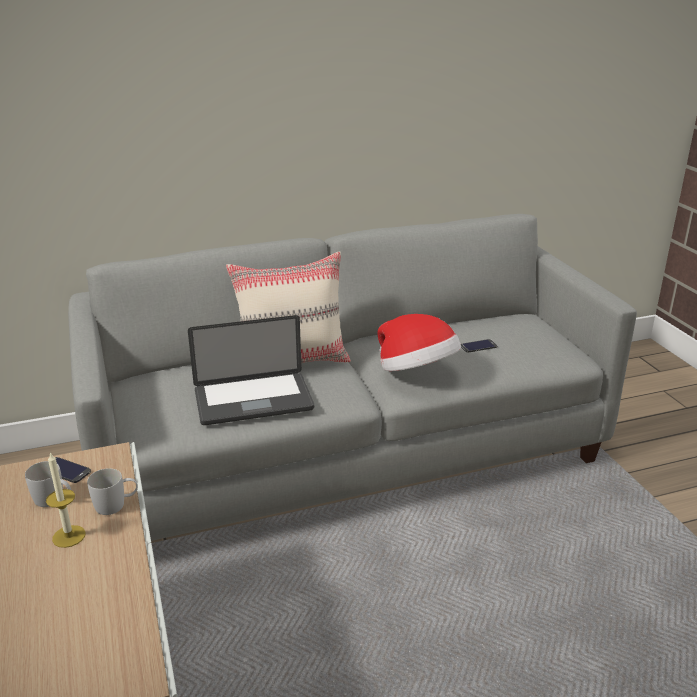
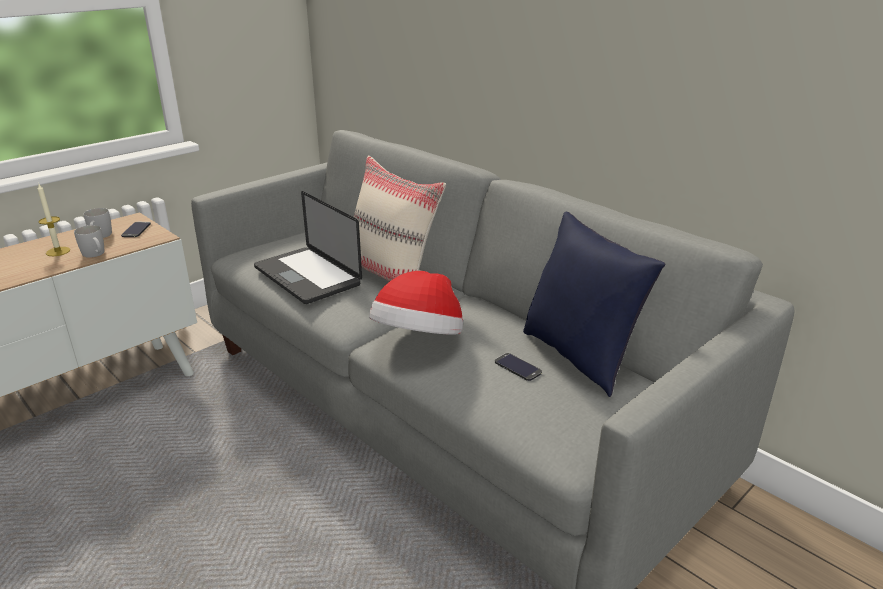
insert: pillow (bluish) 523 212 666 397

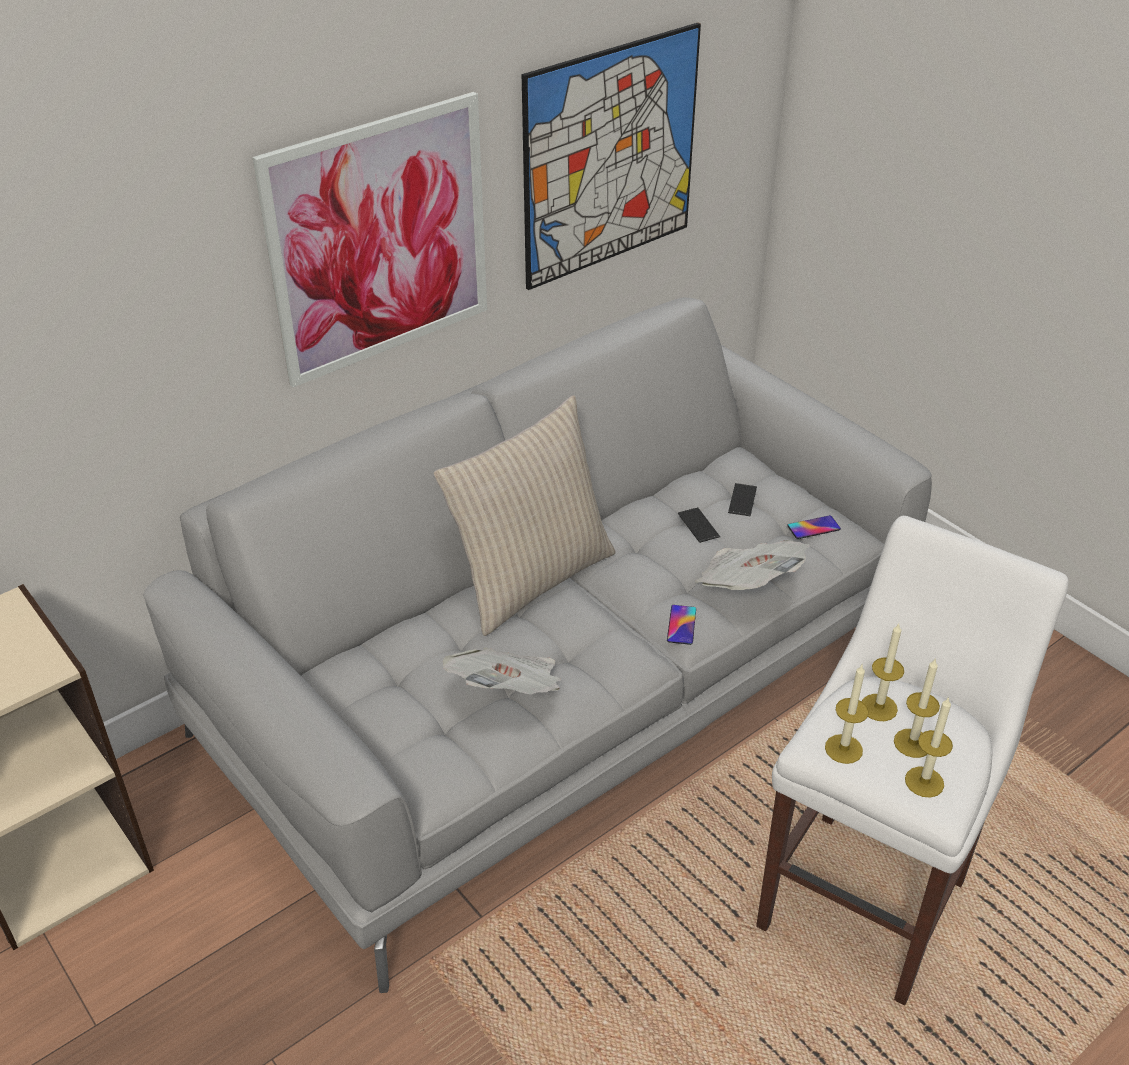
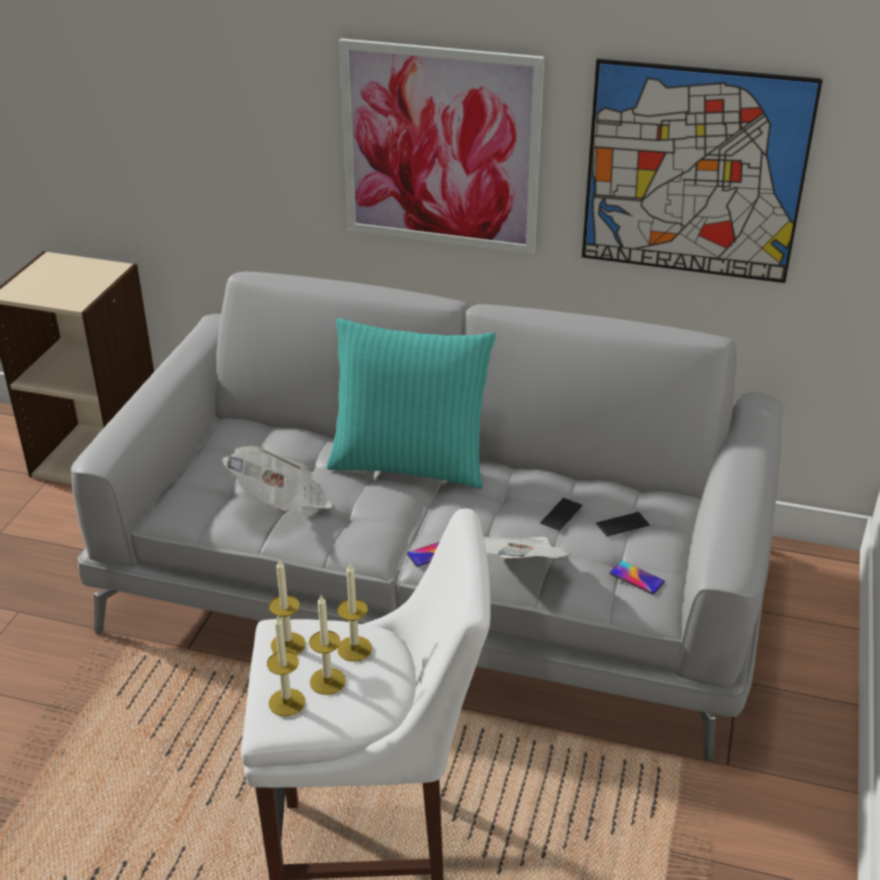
recolor: pillow (sand-coloured) 433 395 616 636 to pillow (turquoise) 327 318 496 489

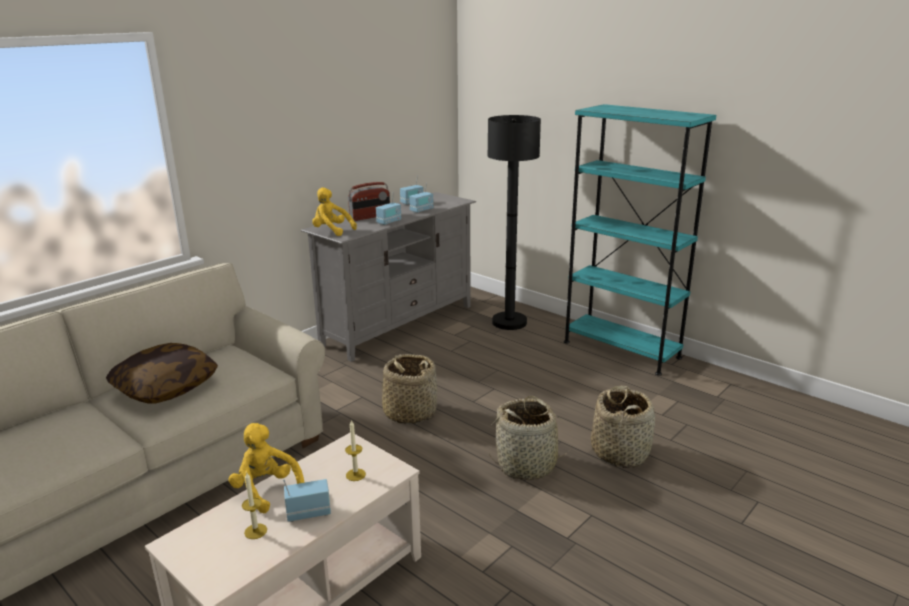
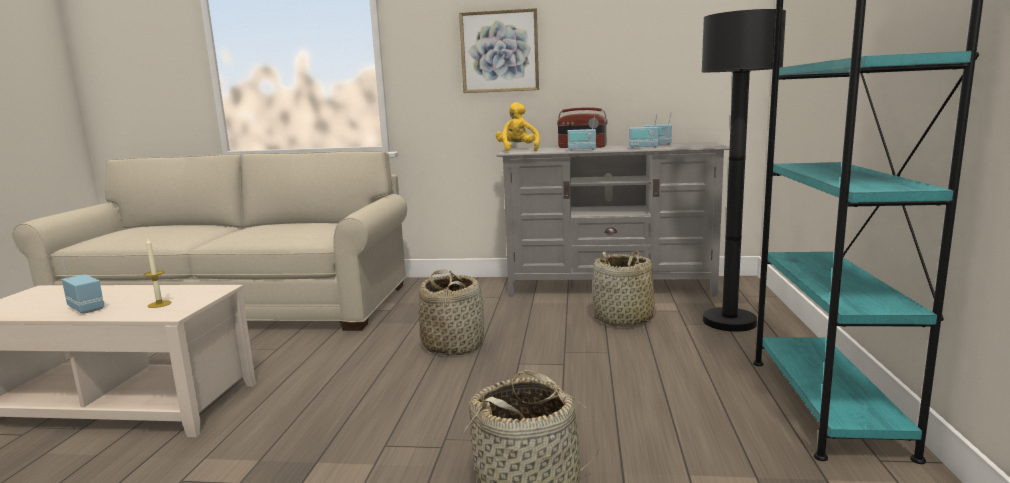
delete: pillow 106 343 218 404; plush toy (yellowish) 228 423 305 513; candle 242 473 267 539
insert: wall art 459 8 539 93
move: storage basket 489 396 573 480 to 592 250 656 327

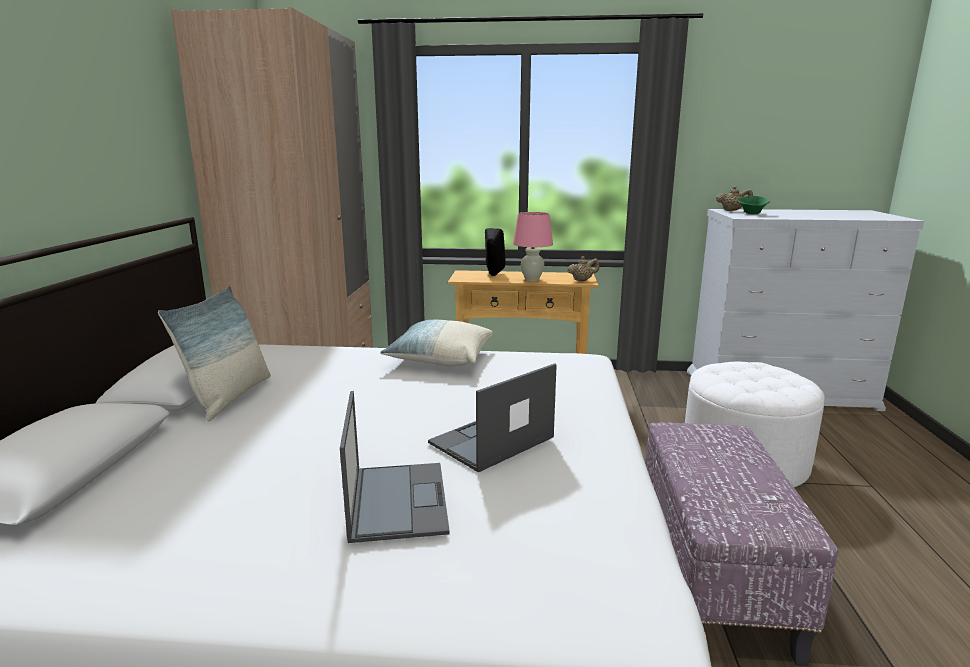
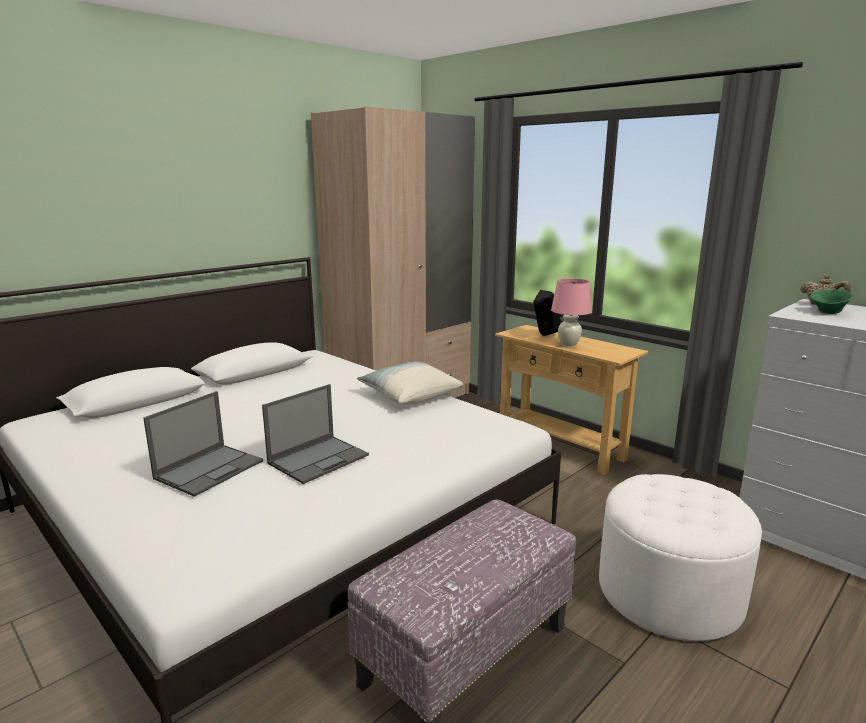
delete: pot for tea (sand-coloured) 567 256 600 281; pillow 158 286 271 421
rotate: notebook computer 428 363 557 473 = 262 384 369 484 135 degrees clockwise

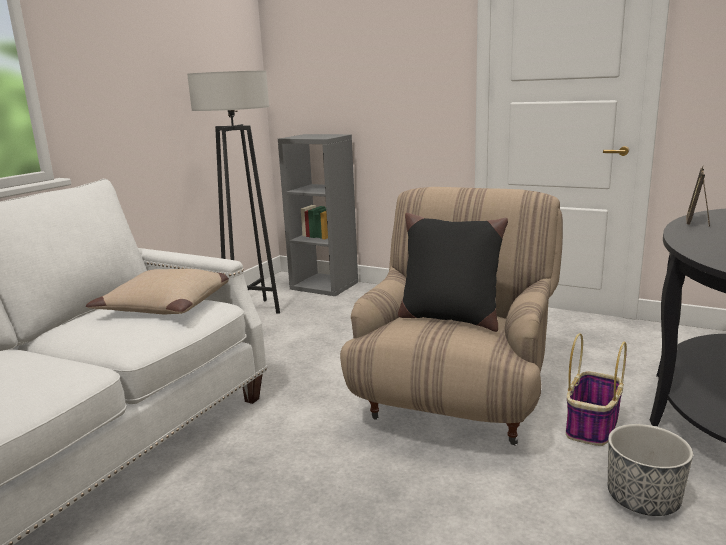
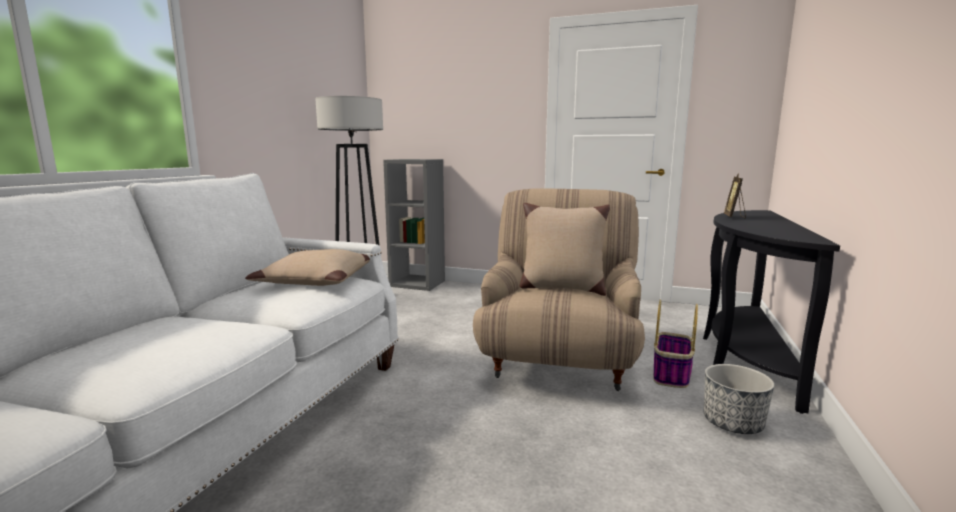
recolor: pillow (black) 398 213 508 332 to pillow (sand-coloured) 520 203 610 296

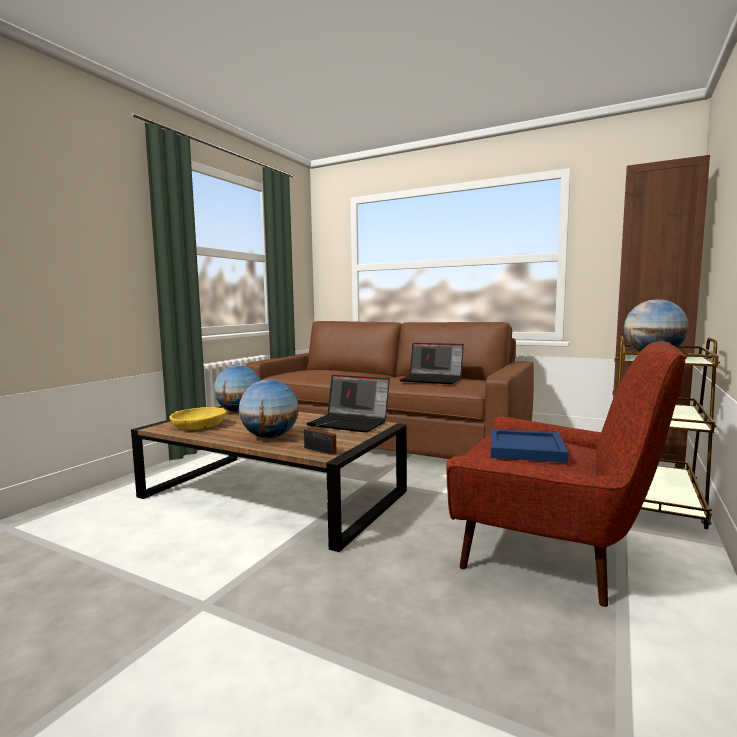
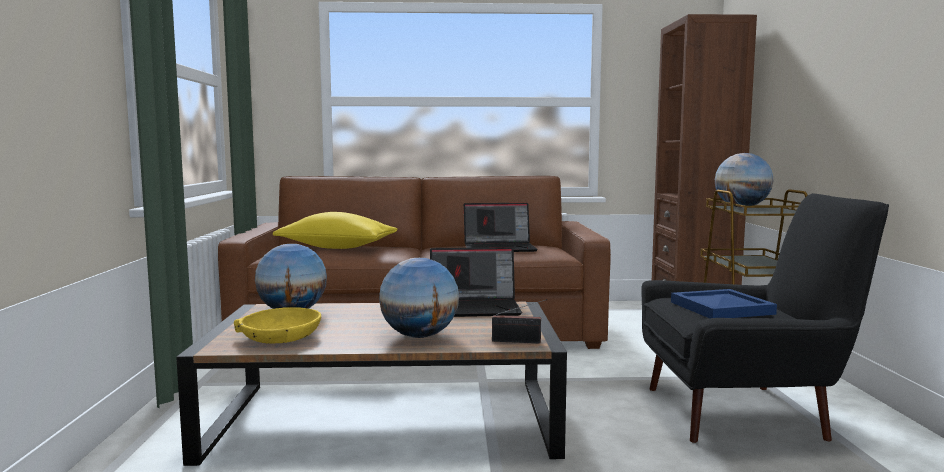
insert: pillow (yellowish) 272 212 397 249
recolor: armchair (red-coloured) 446 341 687 607 to armchair (black) 641 193 889 443

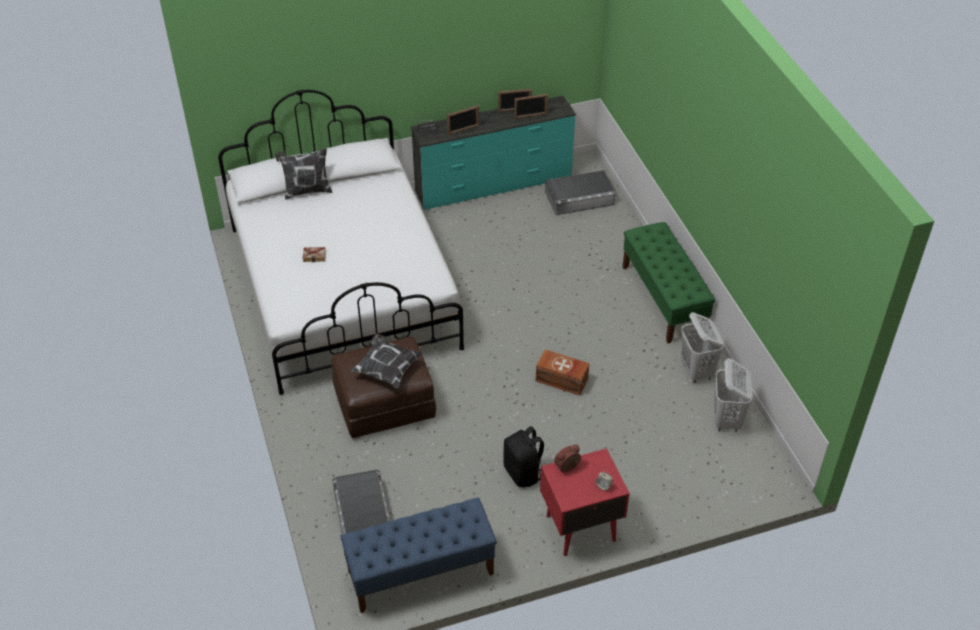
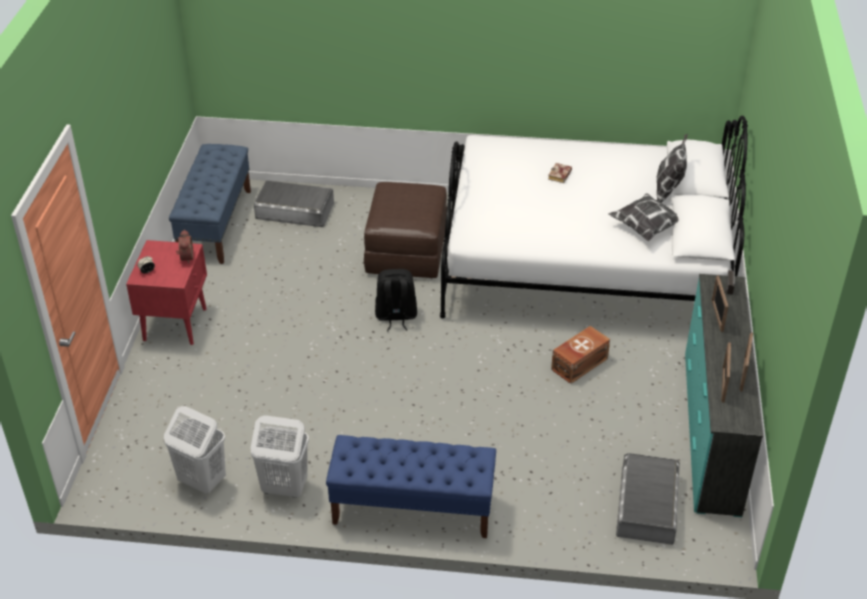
move: pillow 351 334 423 389 to 608 193 678 241; storage bin (brownish) 536 349 589 395 to 551 326 610 384; knapsack (black) 503 426 544 487 to 375 269 417 331
recolor: long seat (green-coloured) 623 222 715 343 to long seat (bluish) 326 435 496 538

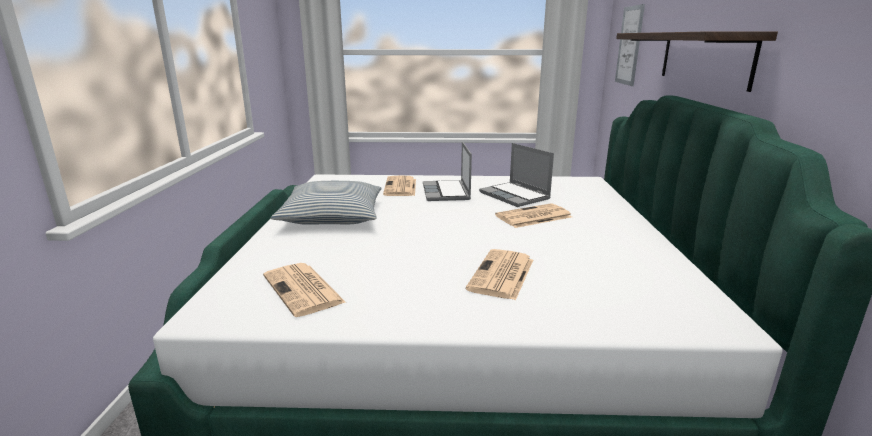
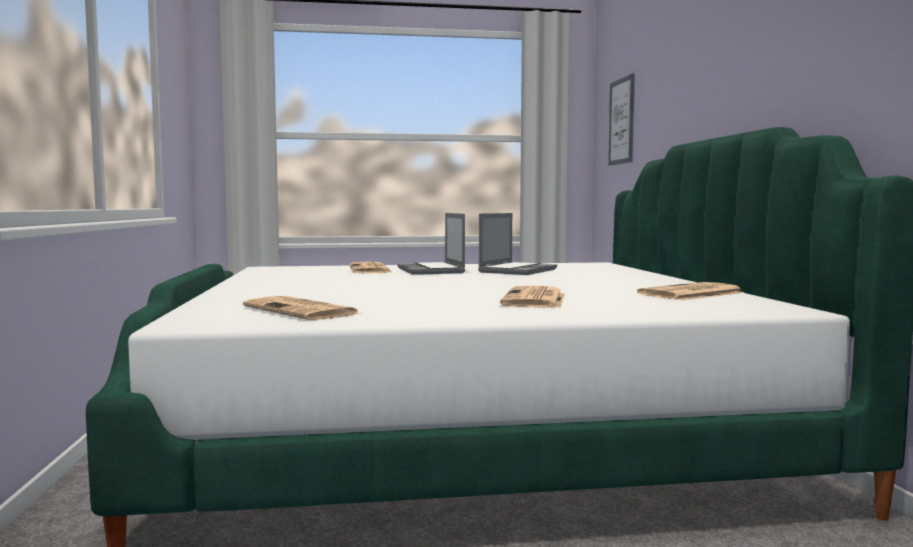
delete: bracket shelf 616 31 778 92; pillow 271 181 381 225
move: daily paper 495 203 572 228 to 637 282 744 300
rotate: notebook computer 479 143 554 207 = 478 213 557 275 105 degrees counterclockwise

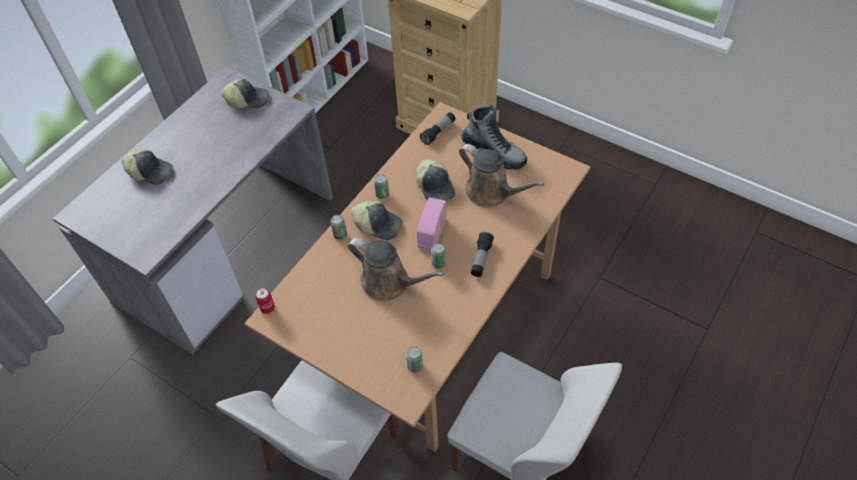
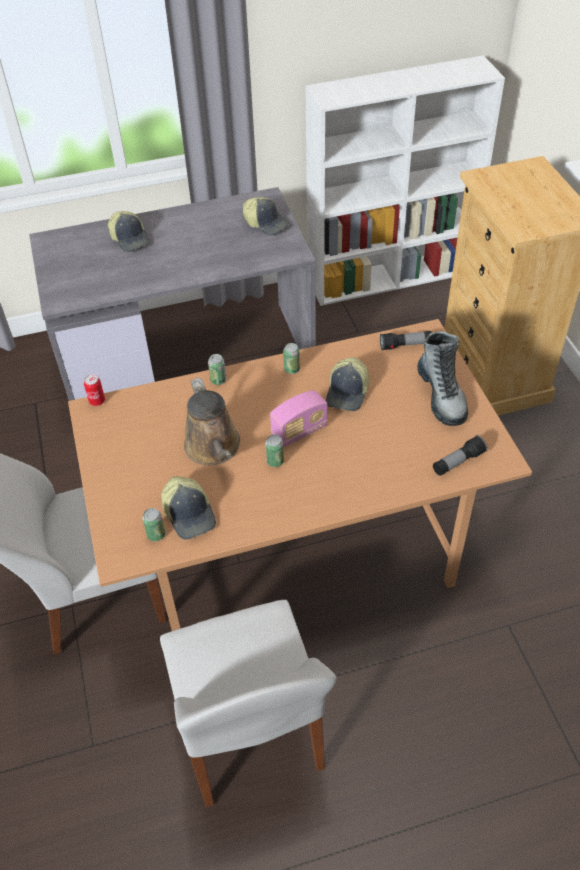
delete: watering can (brownish) 459 144 544 207
move: peaked cap 351 201 403 240 to 161 476 216 540; hand torch 471 232 494 277 to 433 435 487 476

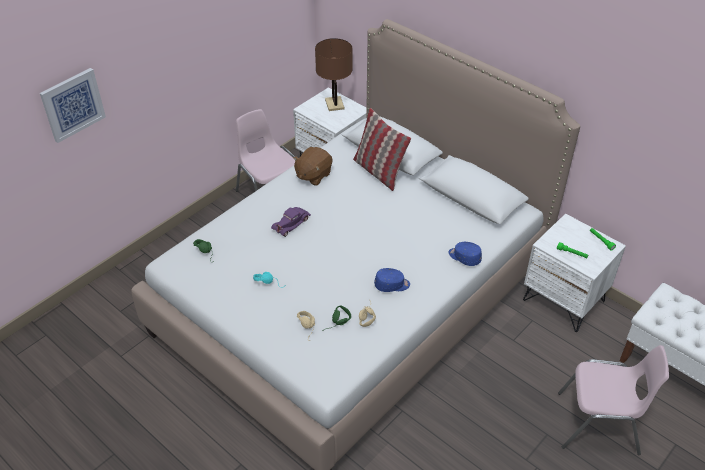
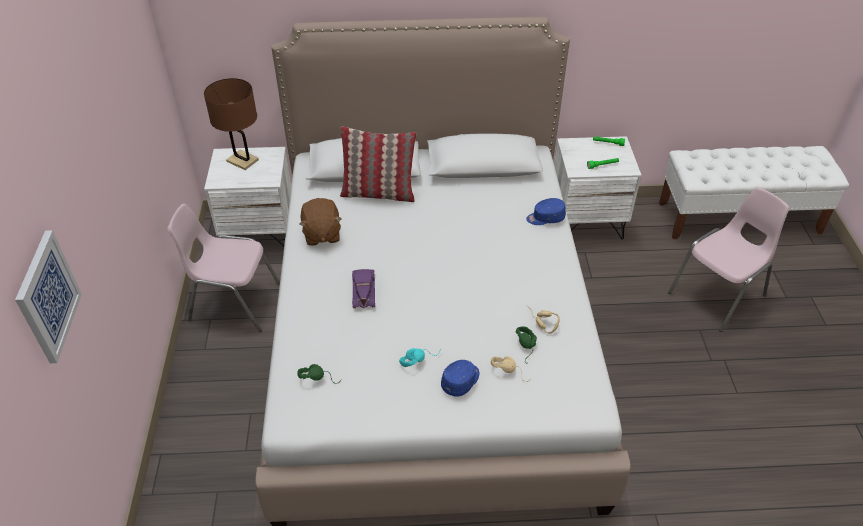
move: peaked cap (bluish) 374 268 410 292 to 441 360 479 397

